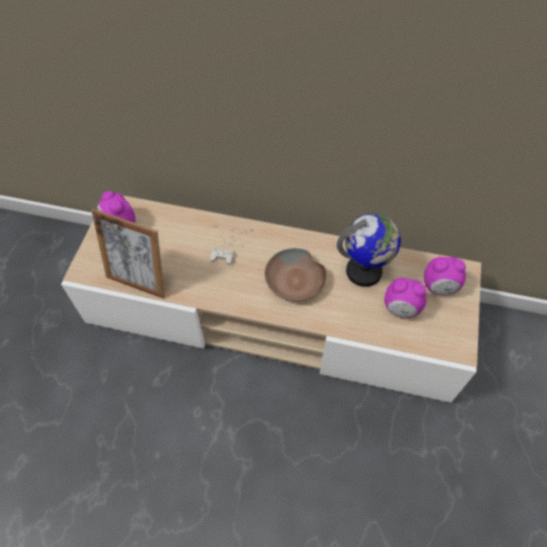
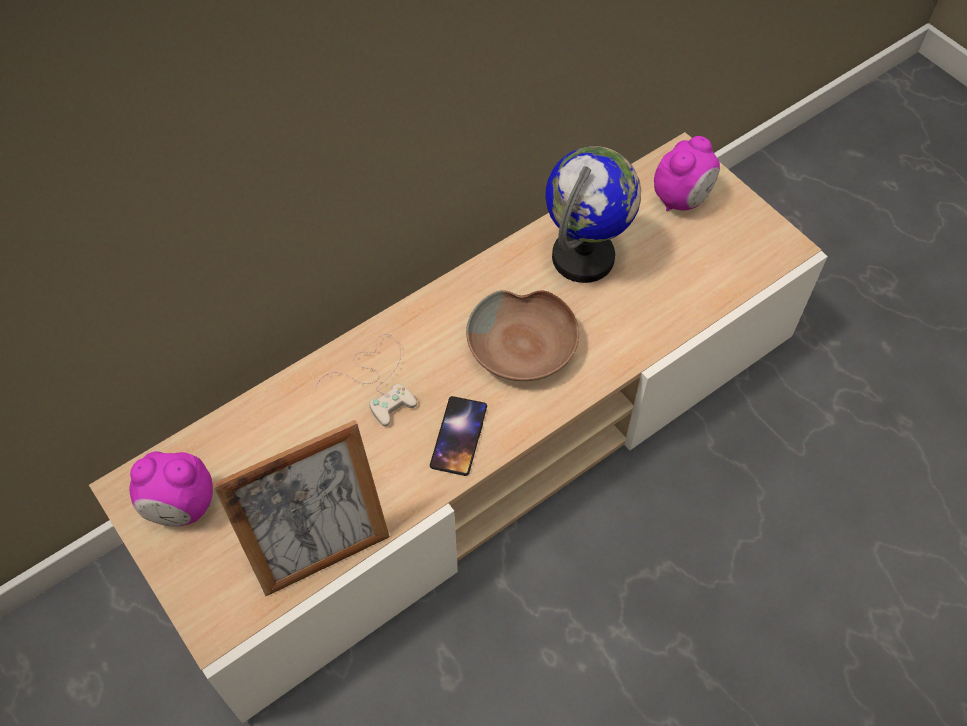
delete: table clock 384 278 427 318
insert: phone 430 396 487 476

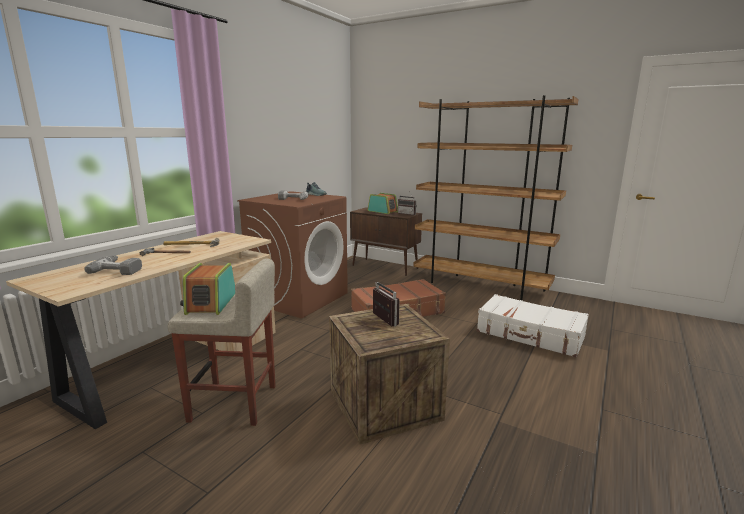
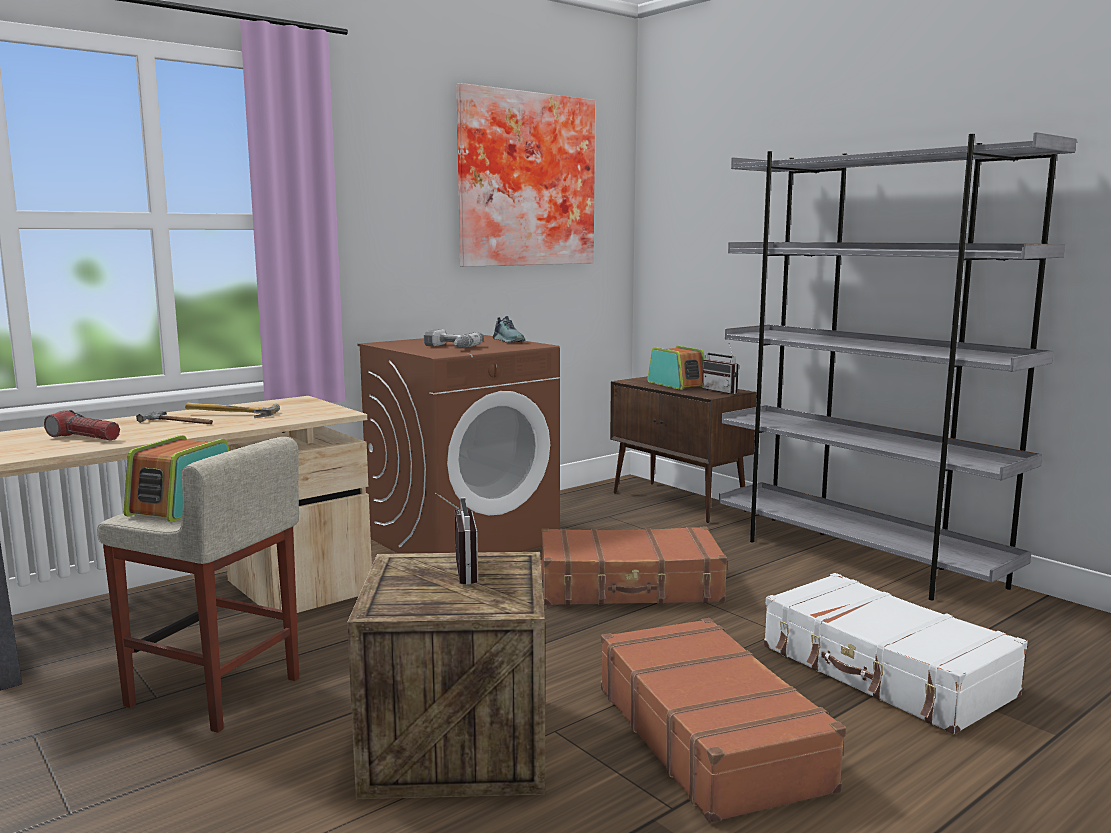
insert: wall art 456 83 595 267; travel case (brownish) 601 618 846 823
replace: drill 84 255 142 275 to hand torch 44 410 120 440
recolor: shelving unit (brownish) 413 95 579 300 to shelving unit (greyish) 719 132 1077 600

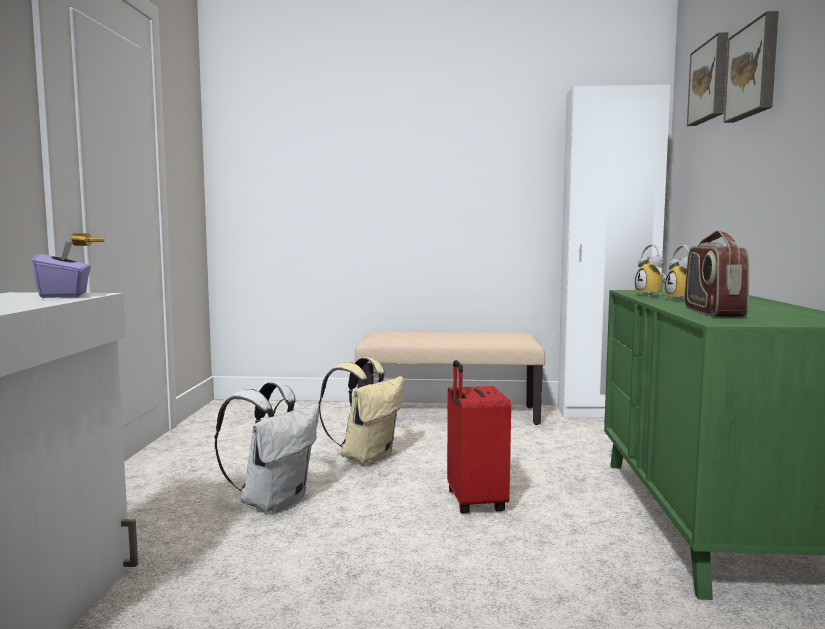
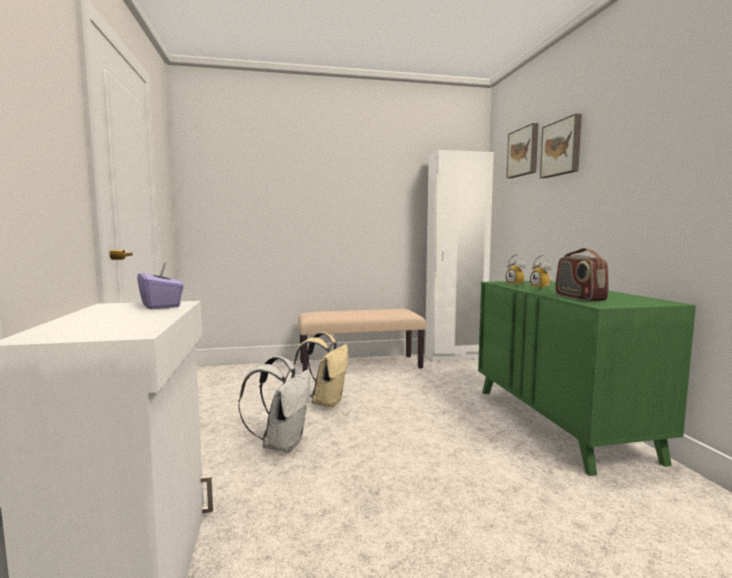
delete: travel case (red-coloured) 447 360 511 514

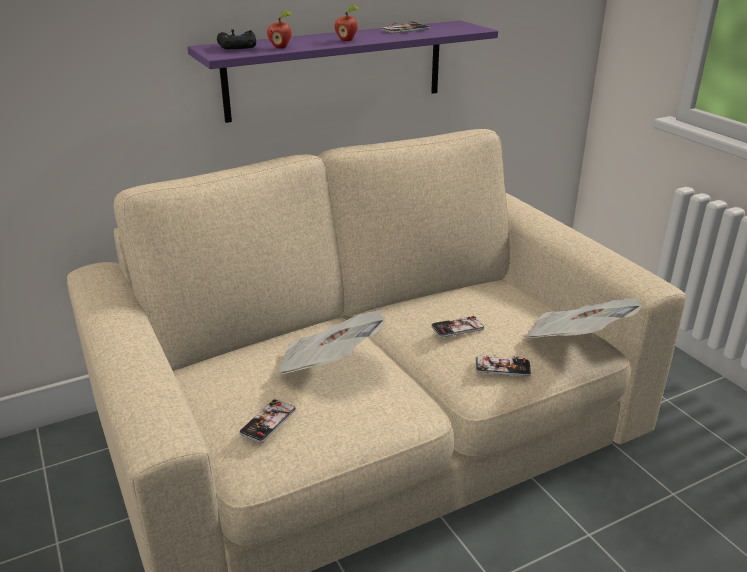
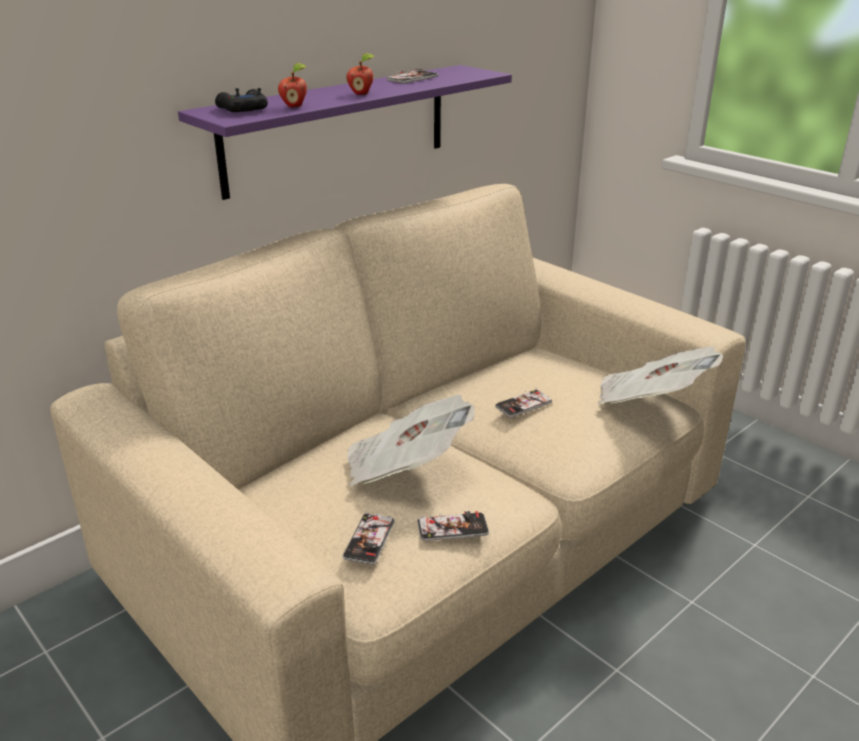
move: phone 476 354 531 376 to 417 511 489 541

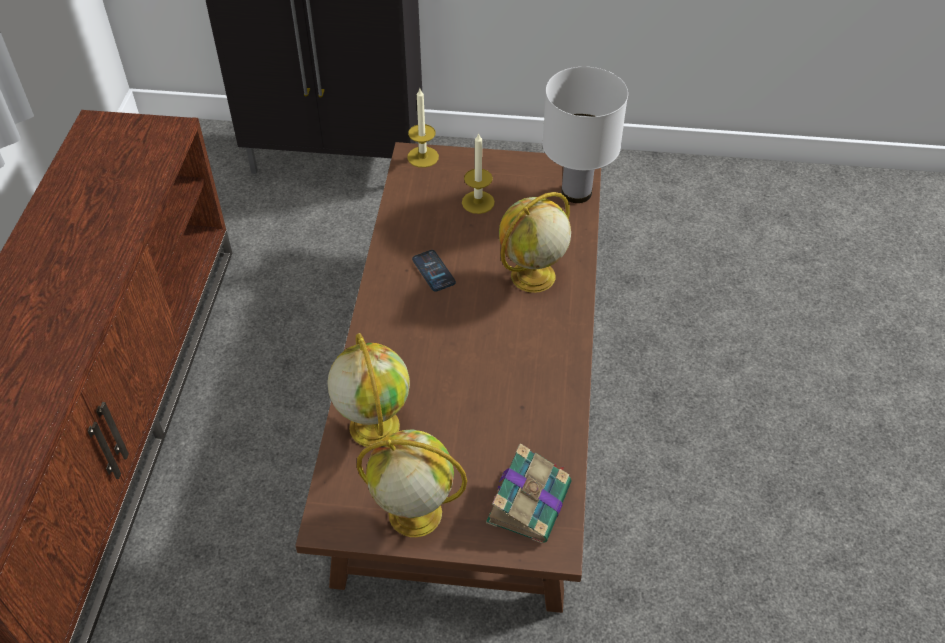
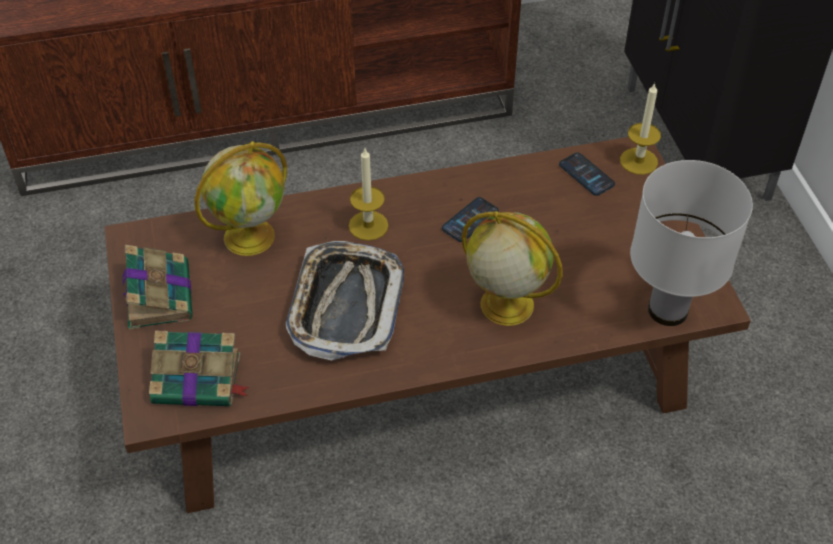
insert: phone 559 152 615 196; serving tray 286 241 404 361
move: candle 462 132 495 214 to 349 148 389 241
replace: globe 357 430 467 537 to volume 122 245 193 330

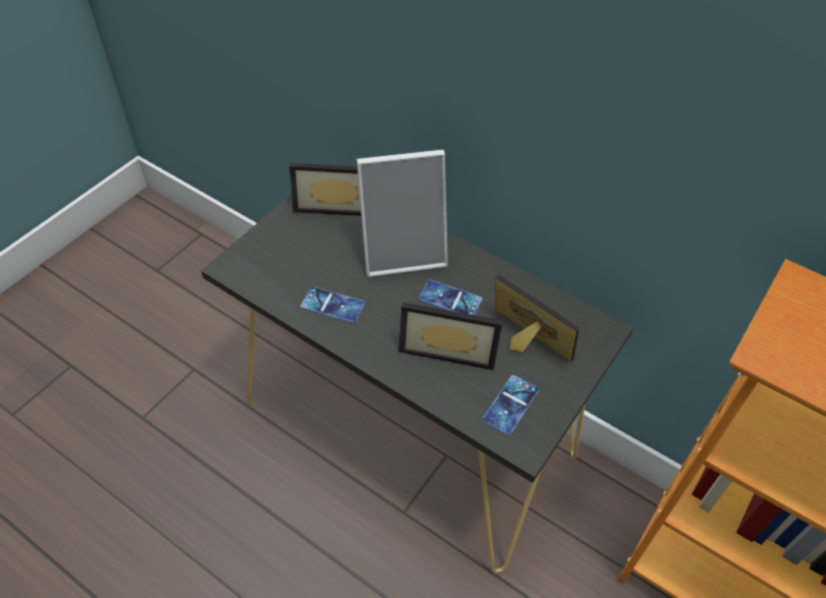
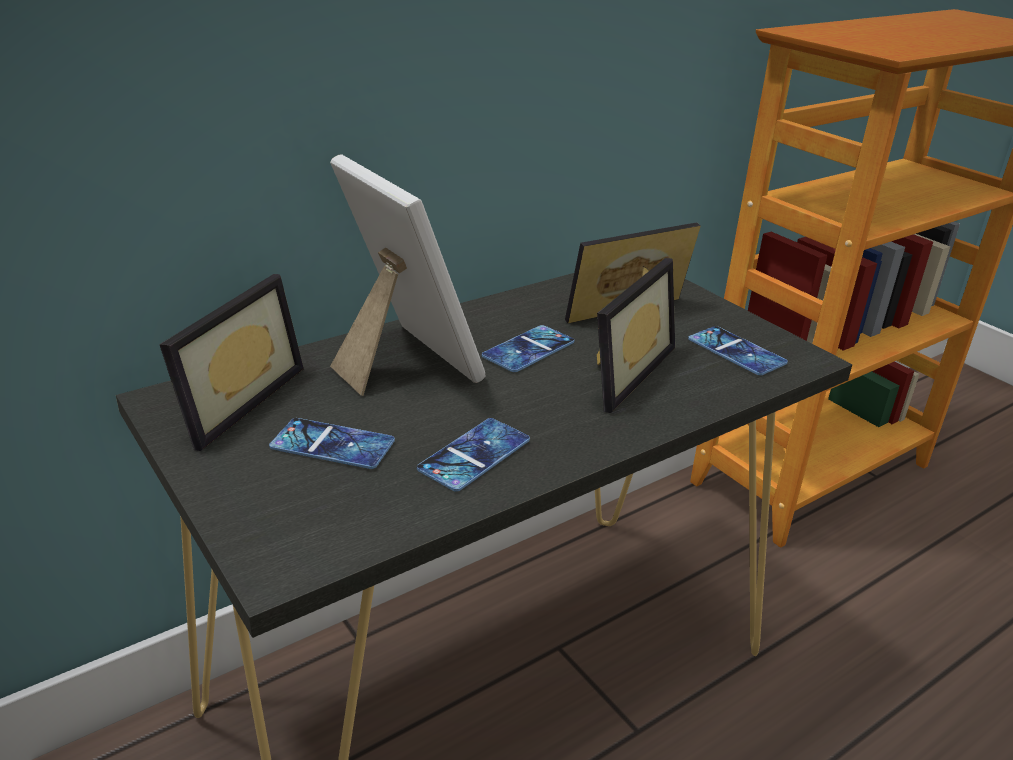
insert: phone 269 418 395 469
rotate: photo frame 357 150 448 277 = 330 154 485 396 45 degrees counterclockwise

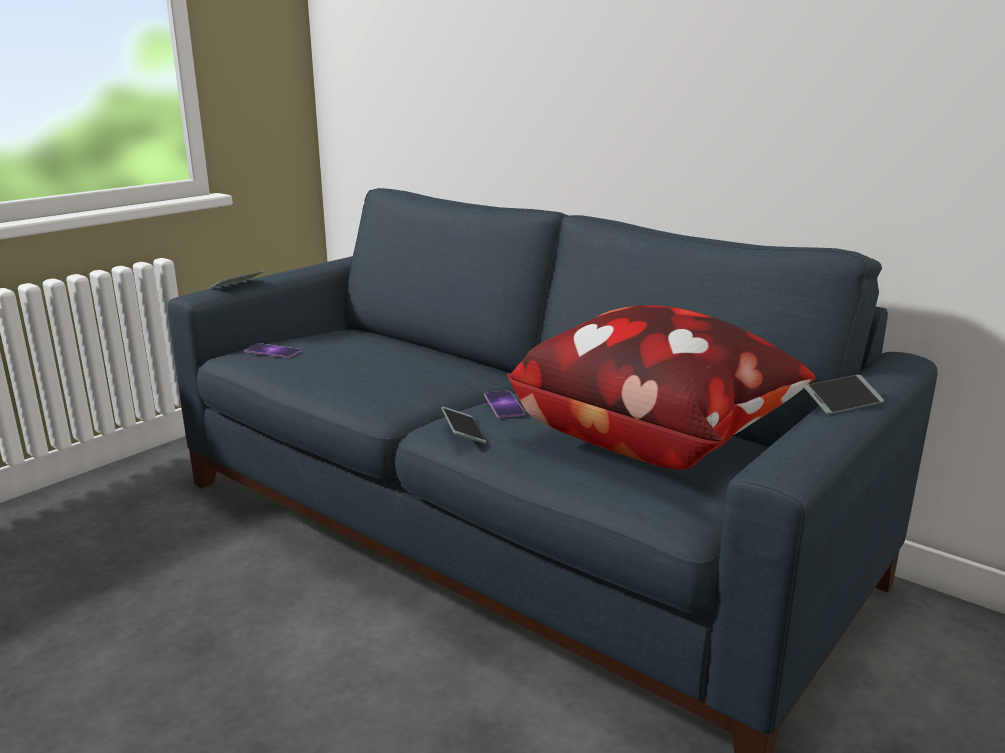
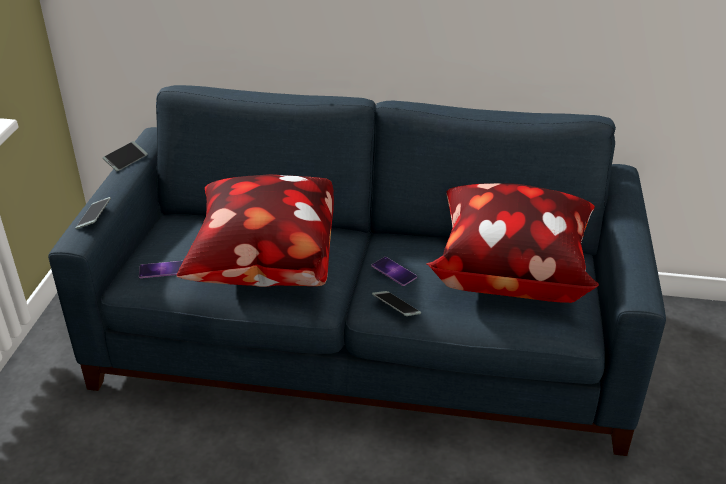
insert: pillow 176 174 334 287
move: phone 804 375 884 414 to 103 141 148 171

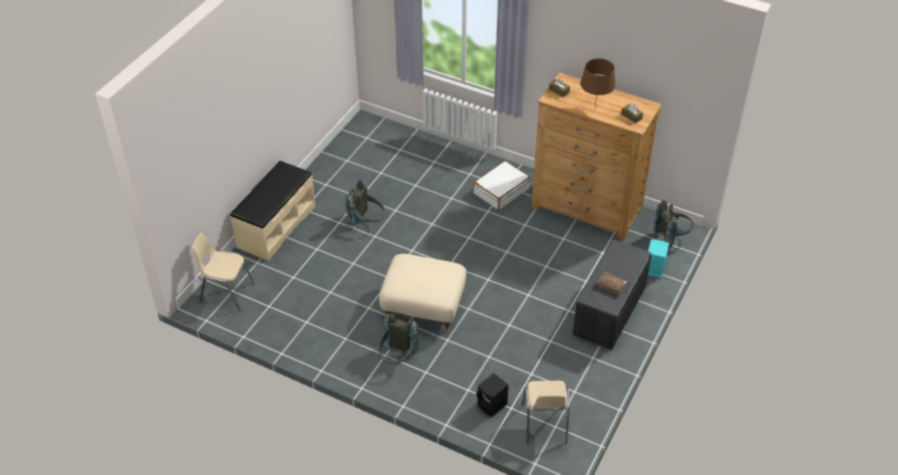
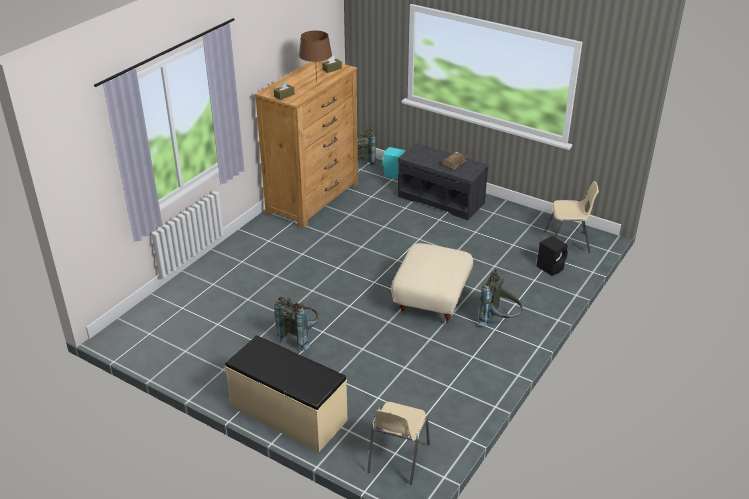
delete: travel case (white-coloured) 473 161 530 210

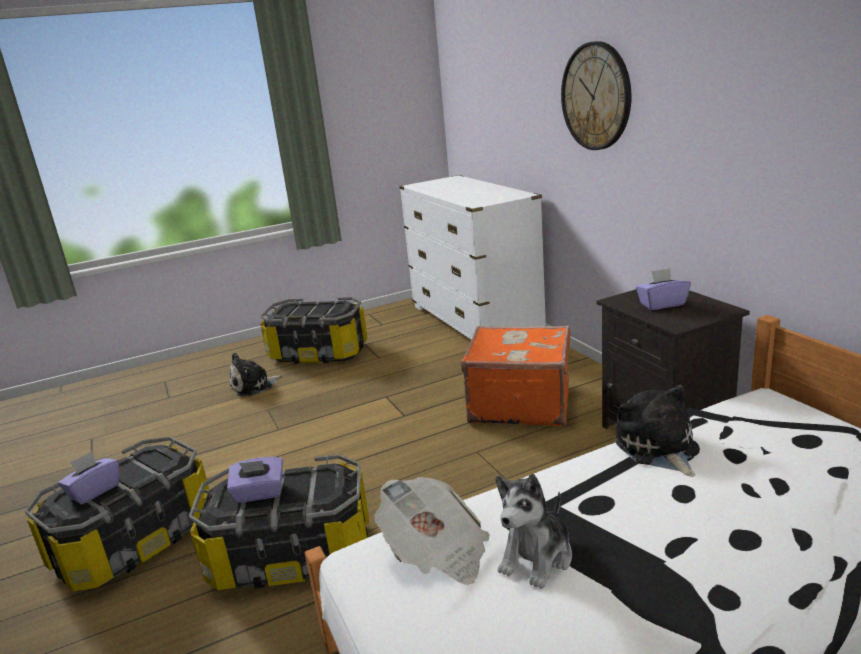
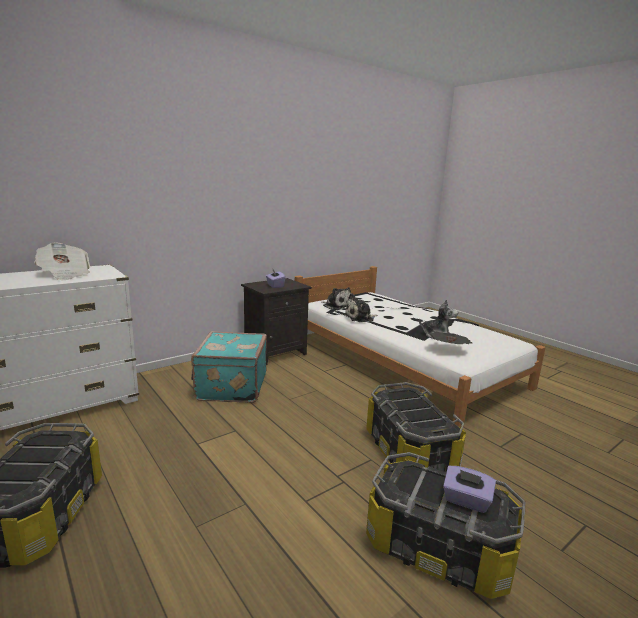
delete: clock on the wall 561 41 631 150; tissue holder (purplish) 227 457 283 503
insert: daily paper 34 243 90 280
move: plush toy 230 353 282 396 to 322 287 351 310
recolor: travel case (orange) 461 326 570 426 to travel case (turquoise) 191 331 267 403

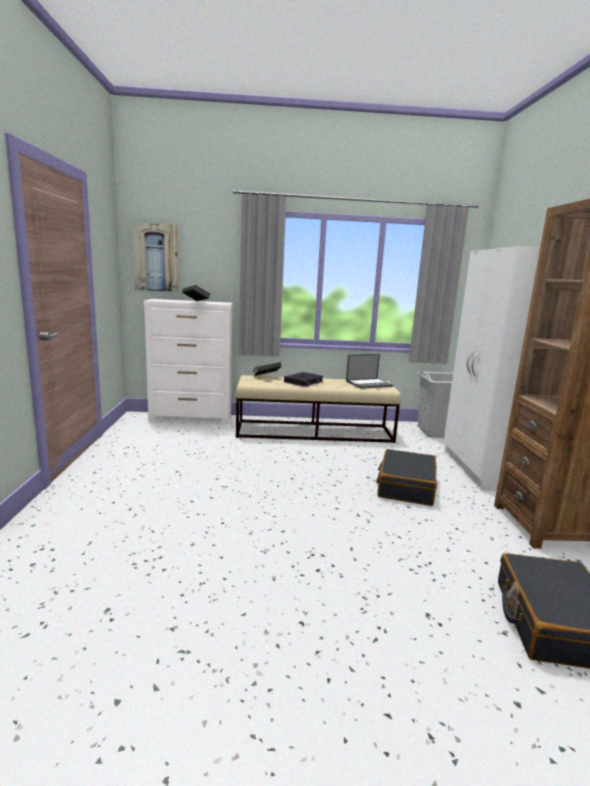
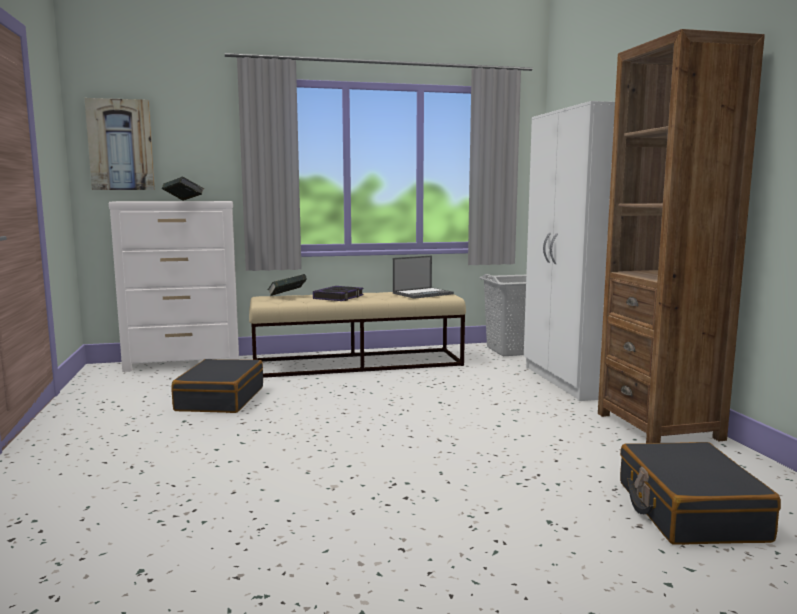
move: travel case (black) 377 449 437 506 to 171 359 263 413

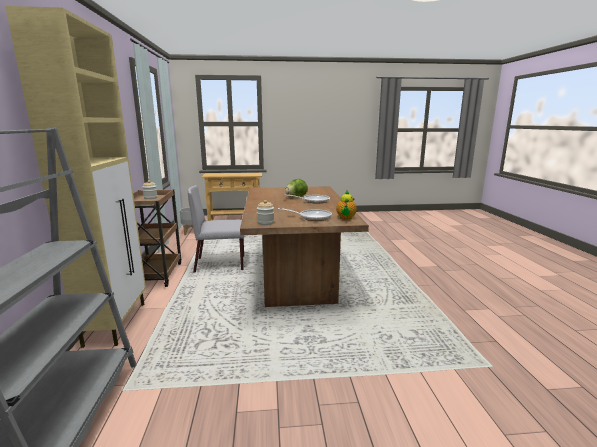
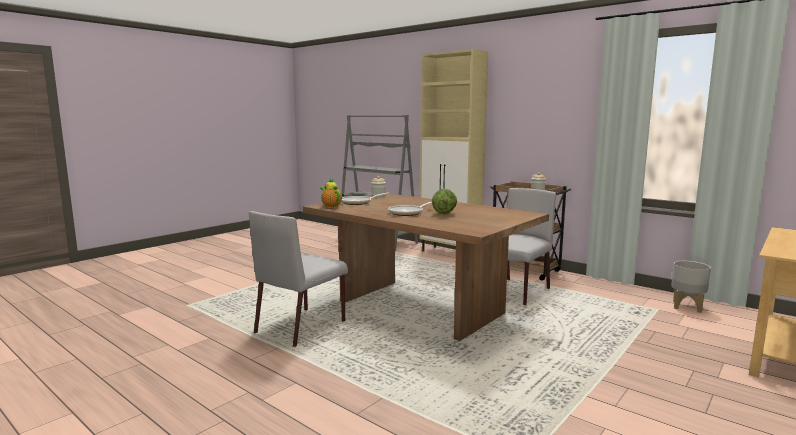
insert: plain chair (greyish) 249 211 348 347

